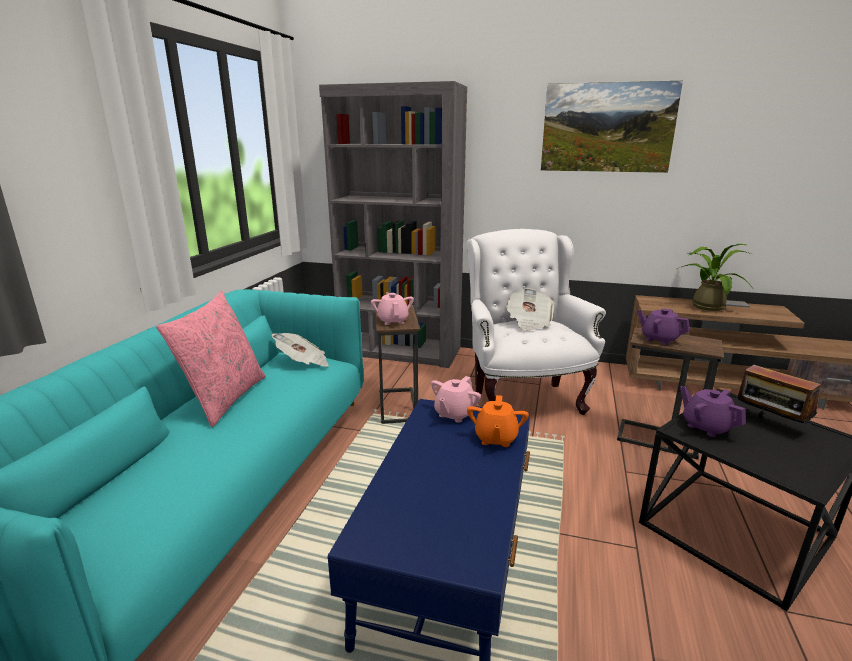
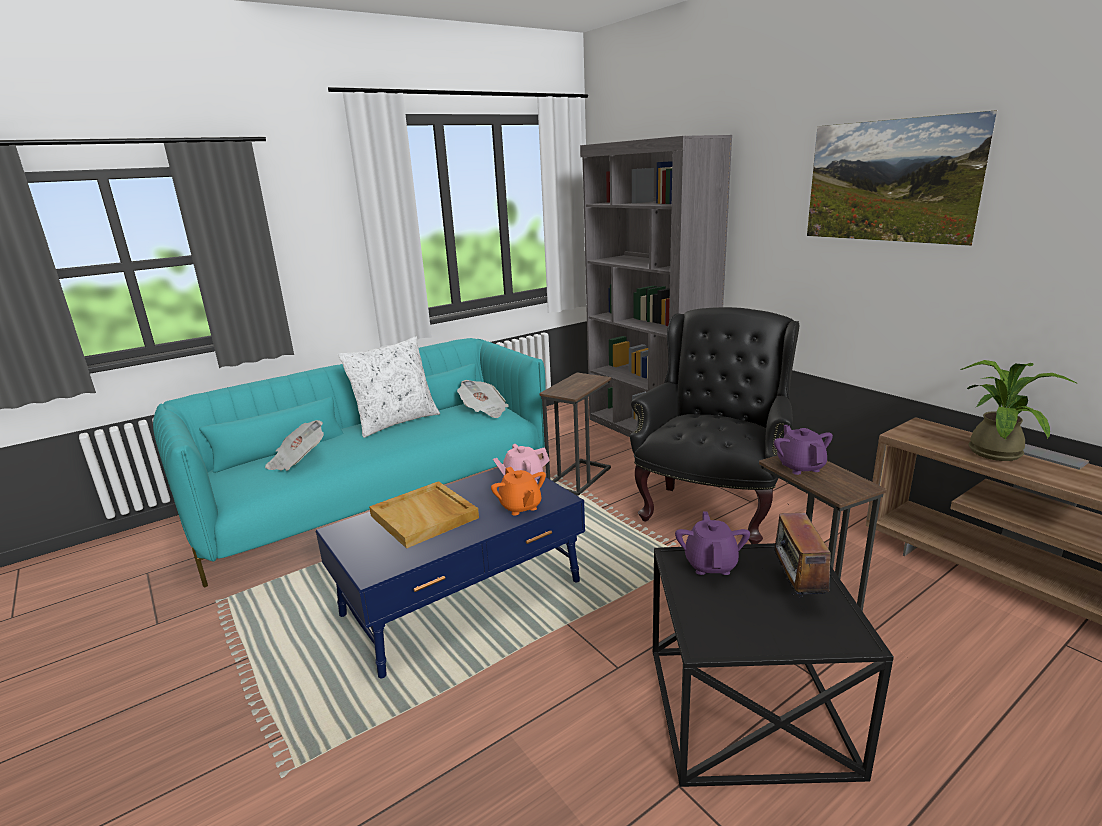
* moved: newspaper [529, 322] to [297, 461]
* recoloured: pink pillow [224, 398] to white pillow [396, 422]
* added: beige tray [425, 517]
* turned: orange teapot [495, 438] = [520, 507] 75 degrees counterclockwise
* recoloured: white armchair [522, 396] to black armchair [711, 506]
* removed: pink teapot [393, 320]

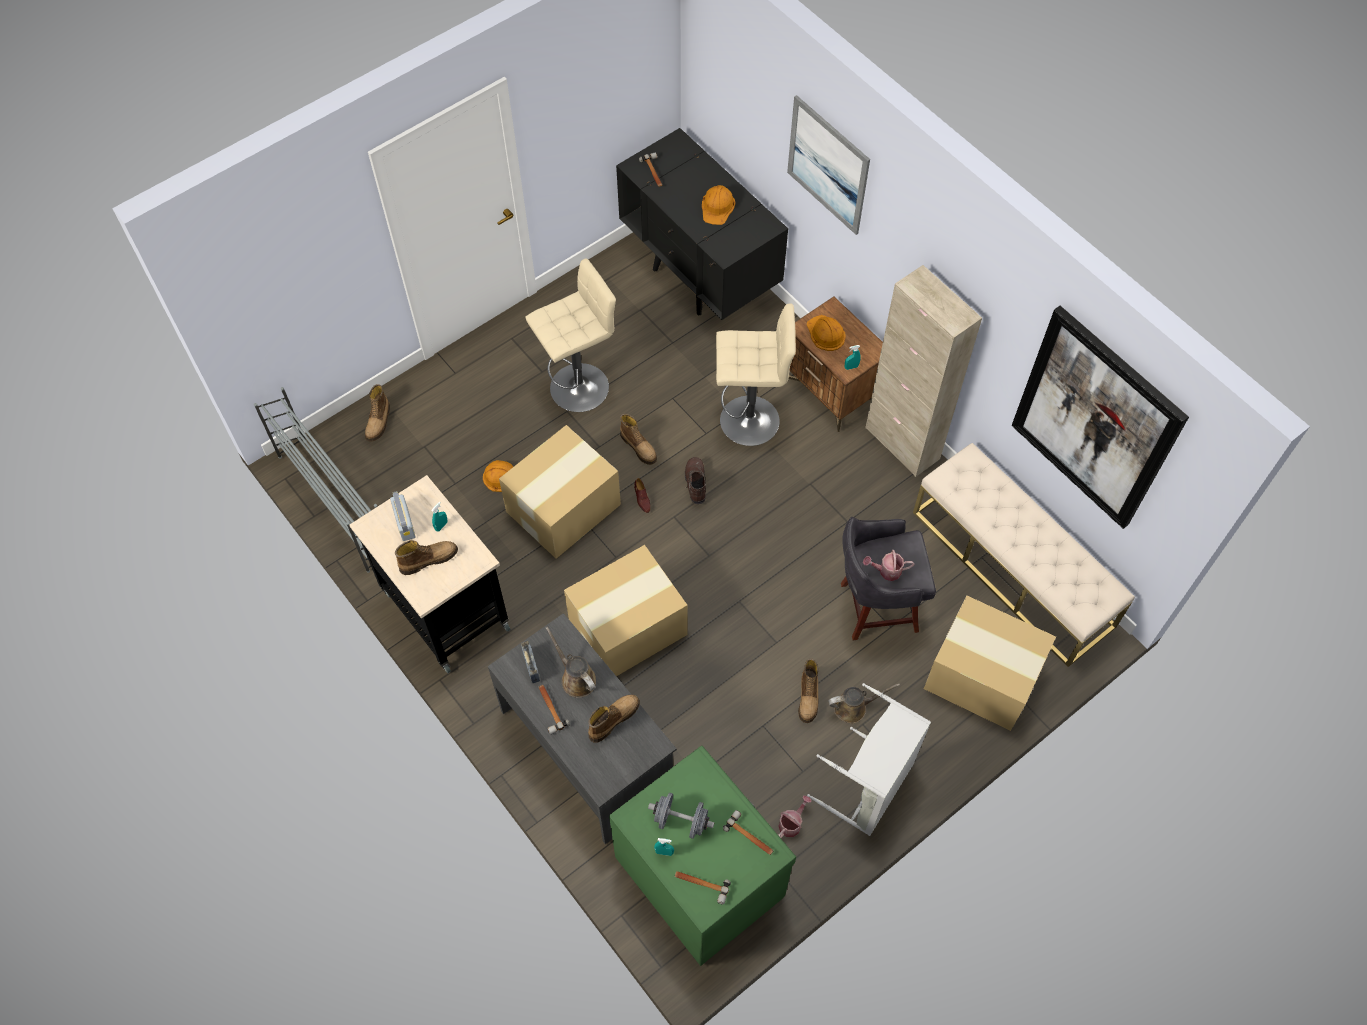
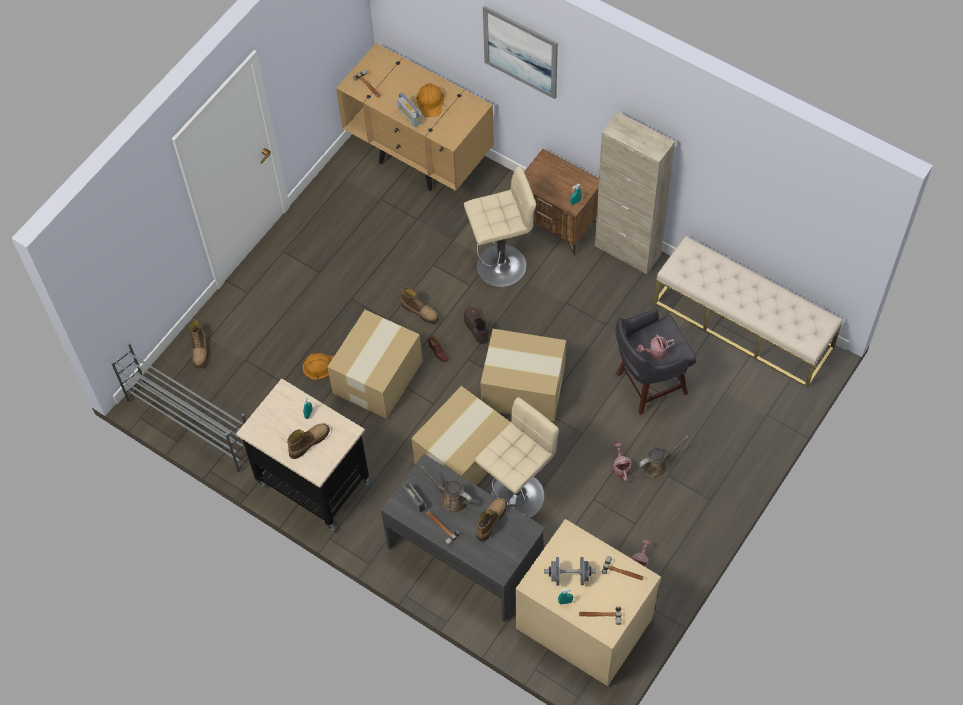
* recoloured: black dresser [700, 277] to beige dresser [420, 159]
* moved: radio [404, 523] to [410, 116]
* moved: beige stool [580, 388] to [518, 496]
* moved: cardboard box [983, 678] to [524, 389]
* recoloured: green washing machine [700, 875] to beige washing machine [584, 622]
* replaced: boot [808, 697] to watering can [621, 467]
* removed: orange hard hat [825, 333]
* removed: grey laundry basket [870, 787]
* removed: picture [1095, 419]

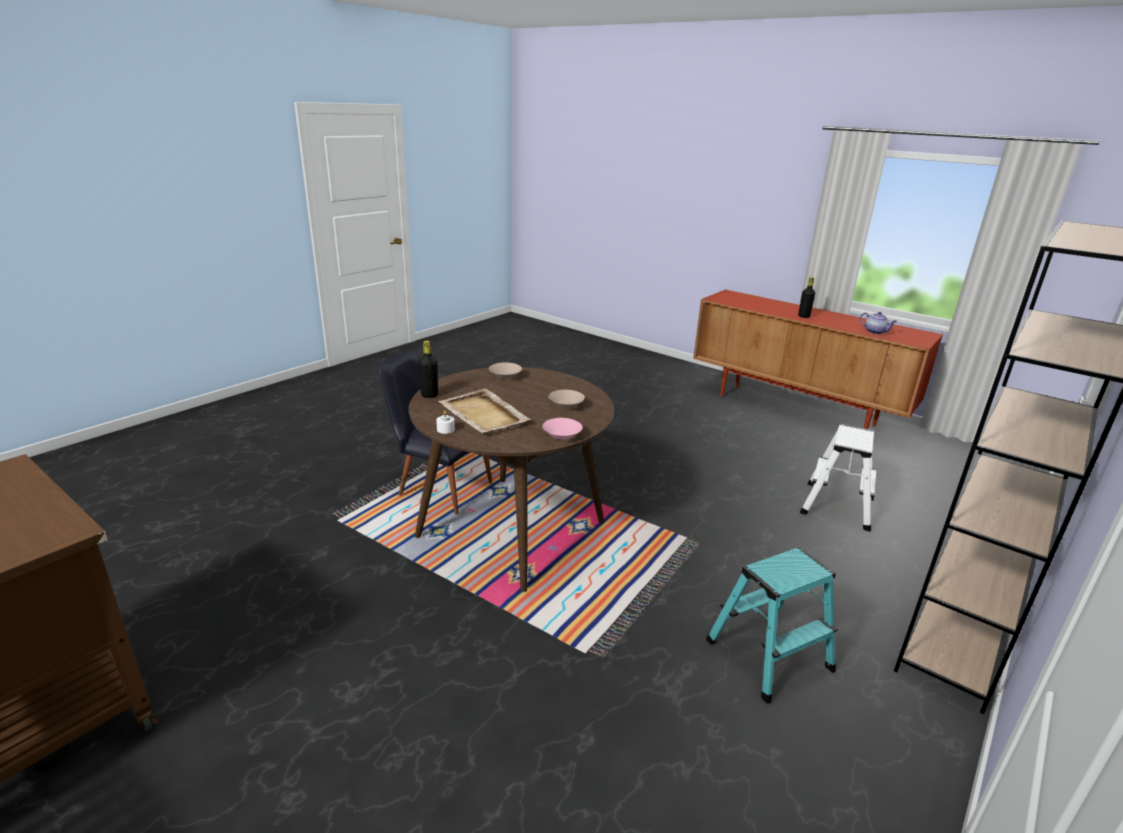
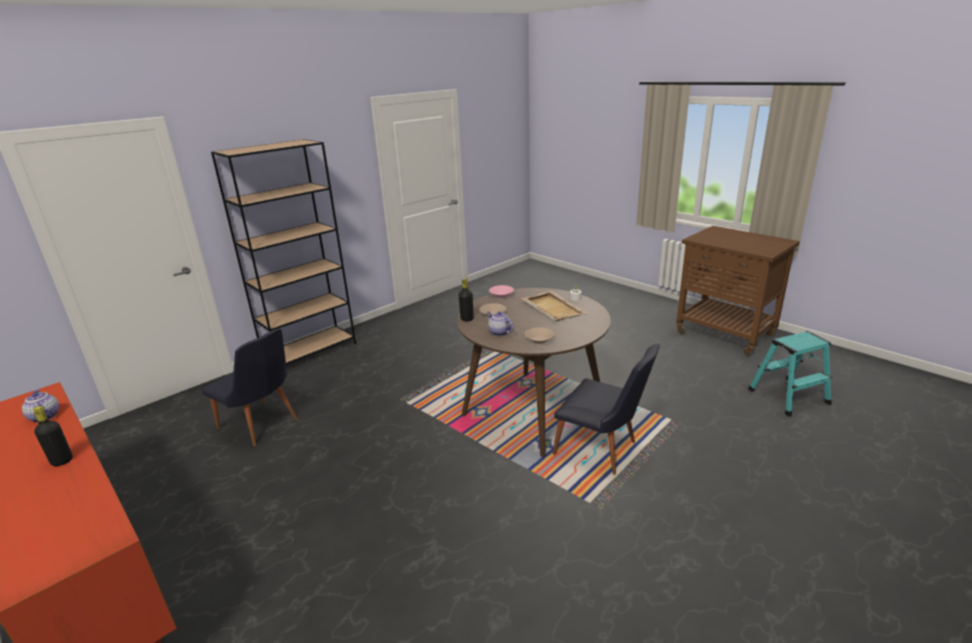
* replaced: white step ladder [837, 505] to black chair [262, 426]
* moved: black bottle [429, 395] to [467, 319]
* added: teapot [499, 332]
* moved: turquoise step ladder [768, 655] to [788, 396]

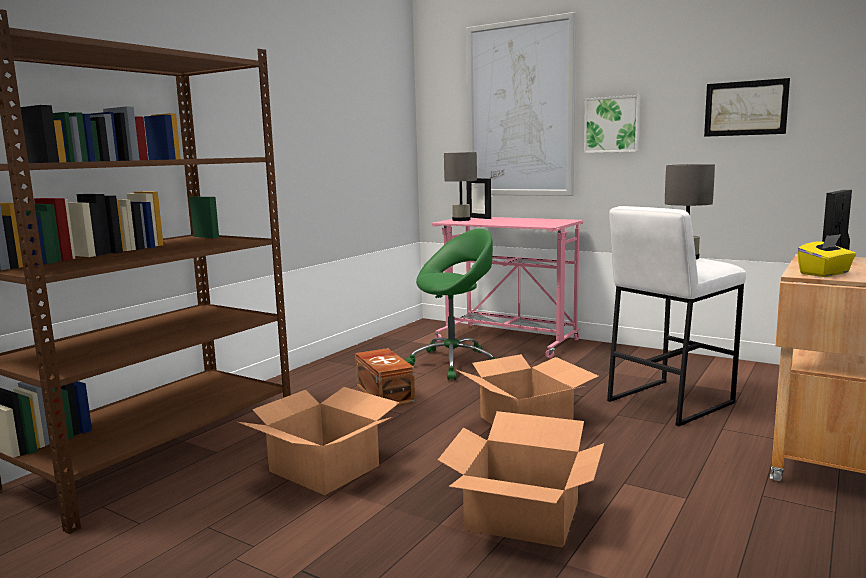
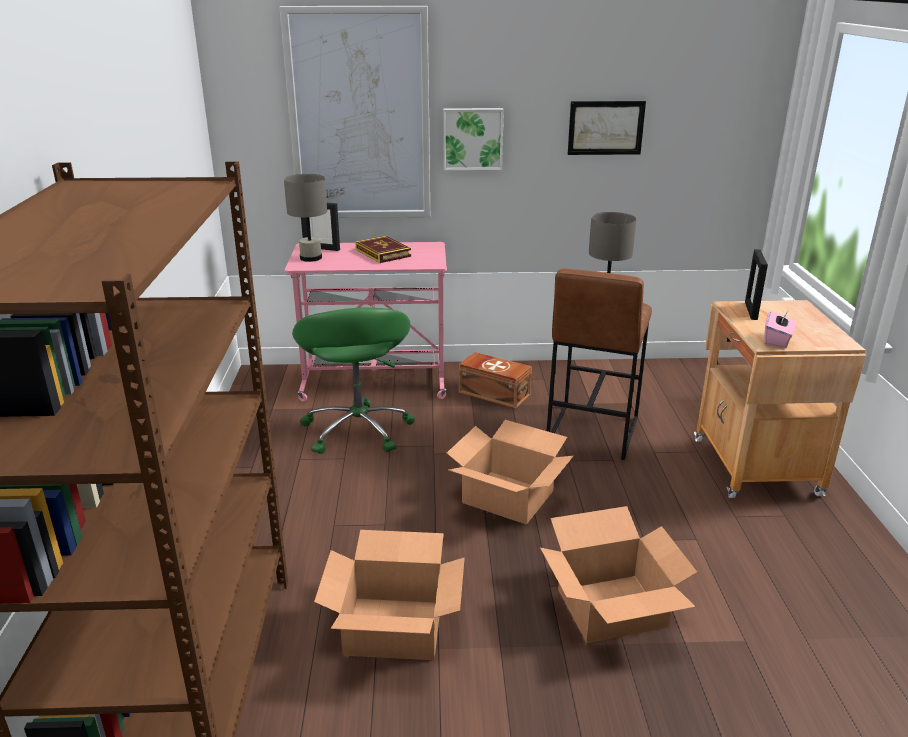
* turned: green office chair [455, 363] = [358, 432] 135 degrees clockwise
* added: book [383, 253]
* moved: brown storage box [385, 393] to [494, 393]
* recoloured: white stool [669, 402] to brown stool [592, 432]
* recoloured: yellow tissue box [825, 274] to pink tissue box [777, 340]

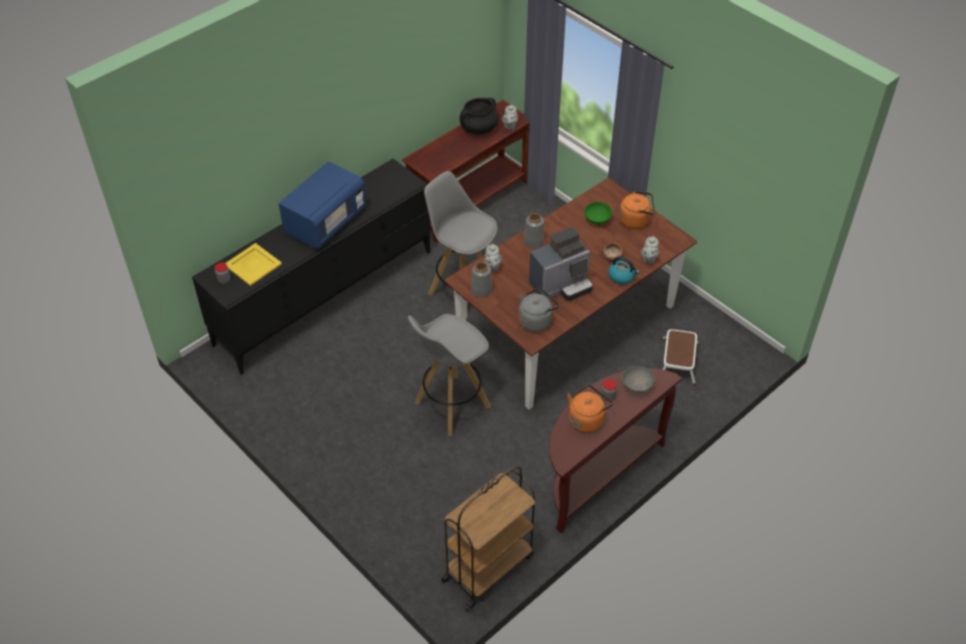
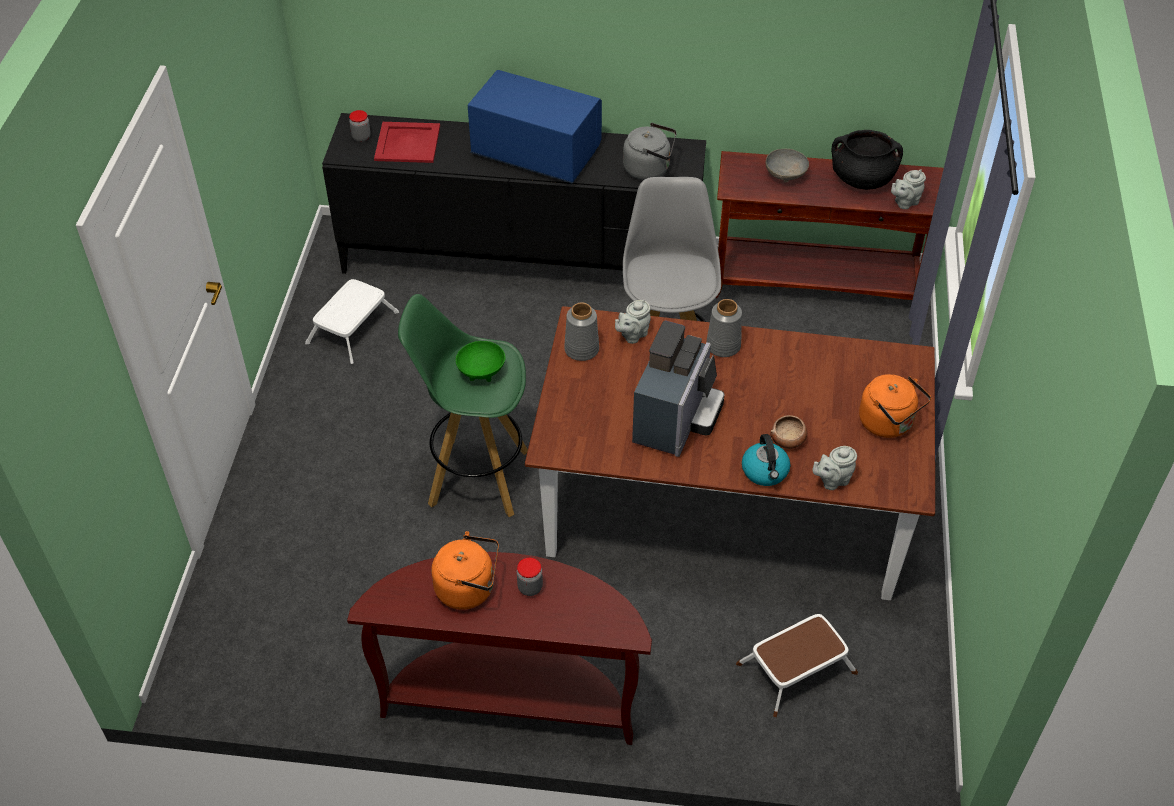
* added: white step ladder [352, 327]
* recoloured: yellow tray [253, 264] to red tray [408, 142]
* recoloured: grey stool [451, 405] to green stool [476, 476]
* moved: green bowl [597, 220] to [482, 371]
* turned: blue microwave [325, 222] = [535, 153] 150 degrees counterclockwise
* moved: grey kettle [536, 320] to [649, 169]
* turned: coffee machine [561, 286] = [676, 420] 90 degrees counterclockwise
* moved: grey bowl [636, 387] to [784, 176]
* removed: brown cart [489, 568]

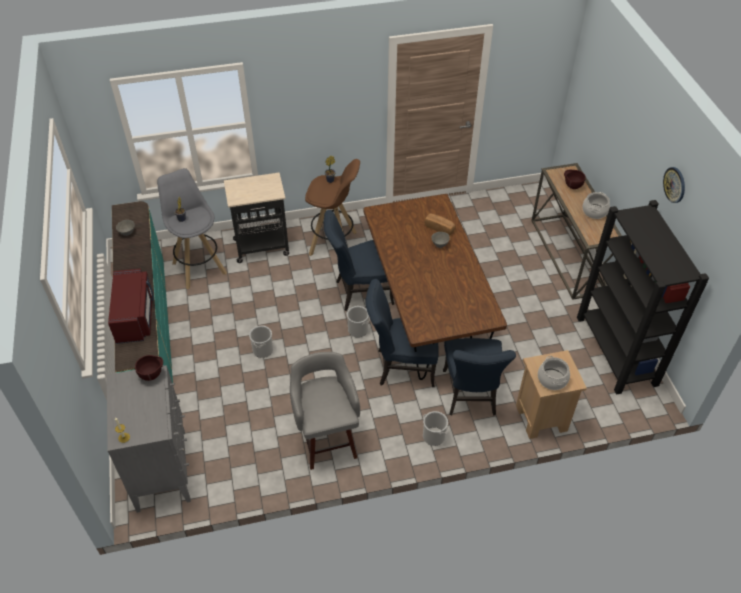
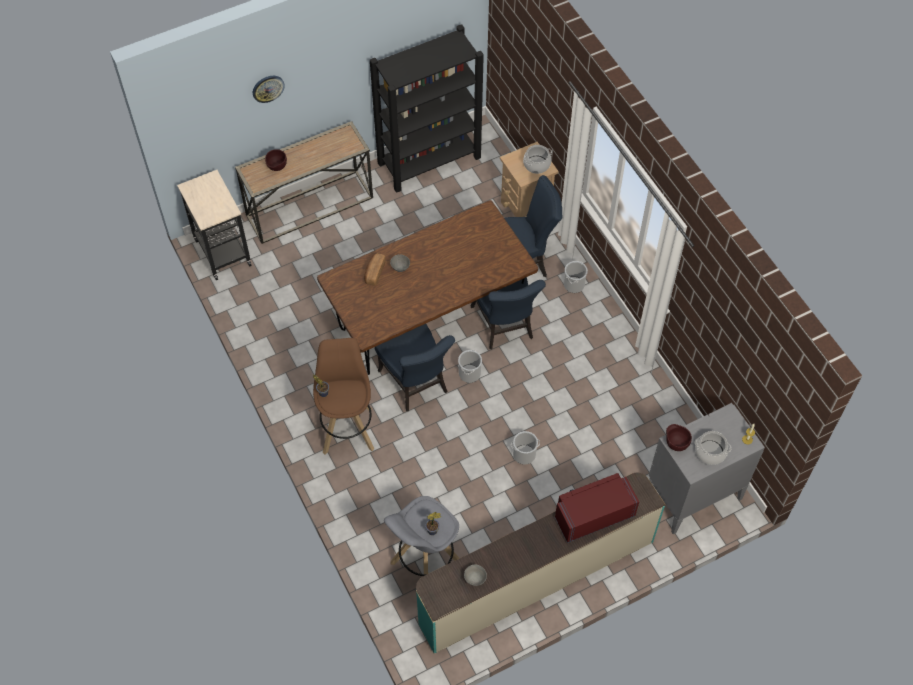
* moved: cart [262, 247] to [221, 251]
* moved: wall clock [675, 184] to [268, 88]
* moved: cooking pot [594, 211] to [710, 452]
* removed: grey stool [327, 440]

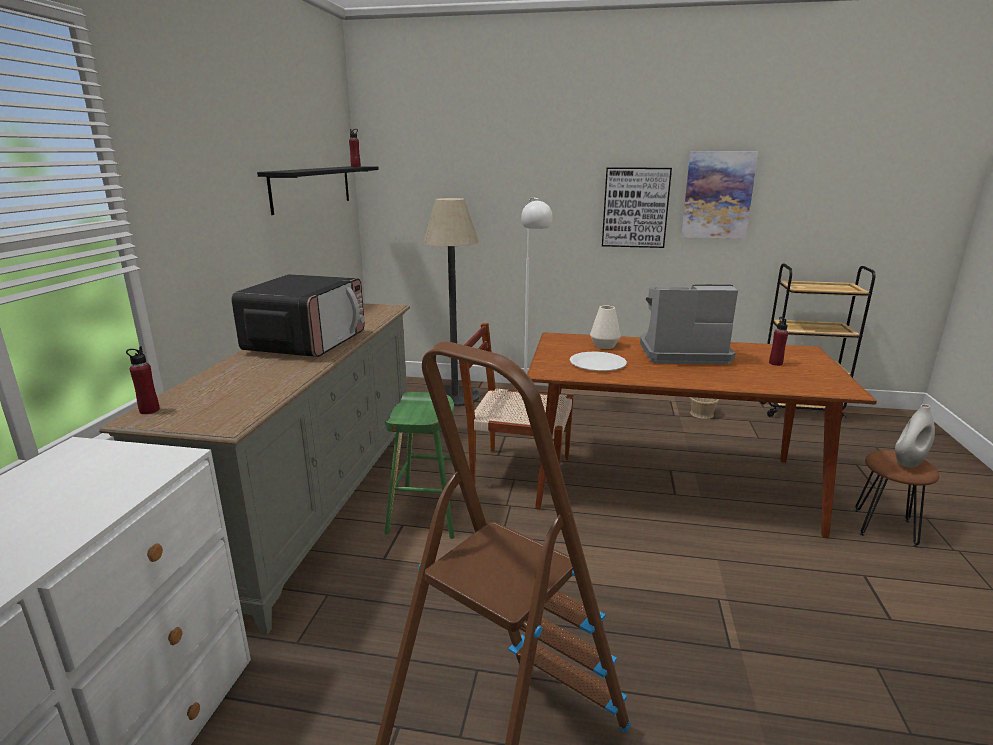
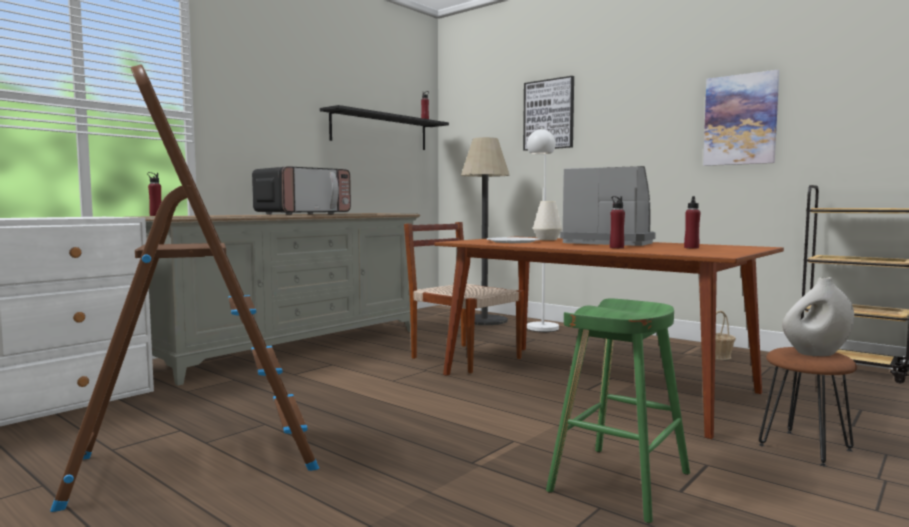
* moved: picture [635, 207] to [549, 114]
* moved: green stool [428, 512] to [620, 482]
* added: red bottle [616, 247]

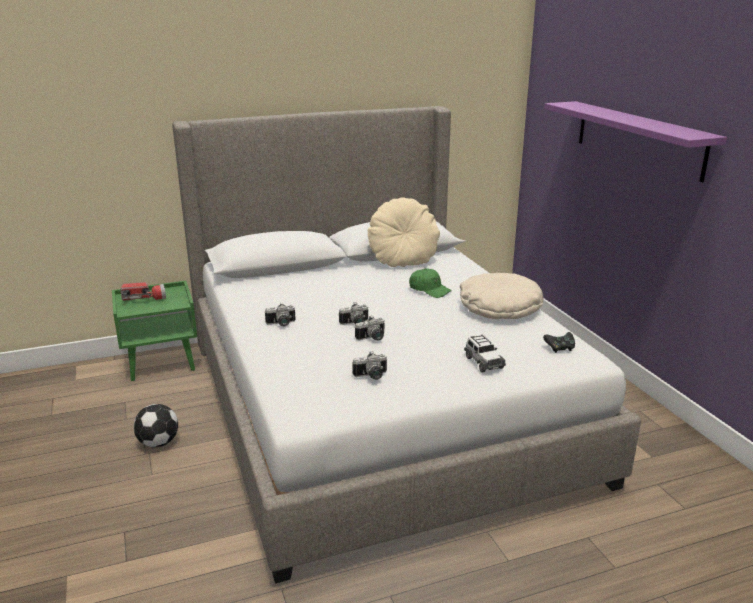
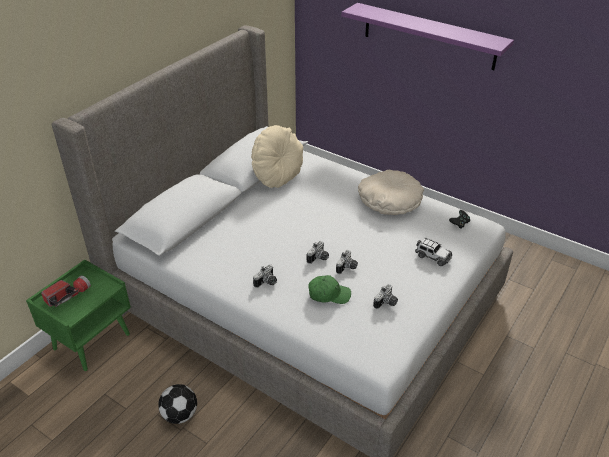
* moved: green cap [429, 290] to [328, 294]

